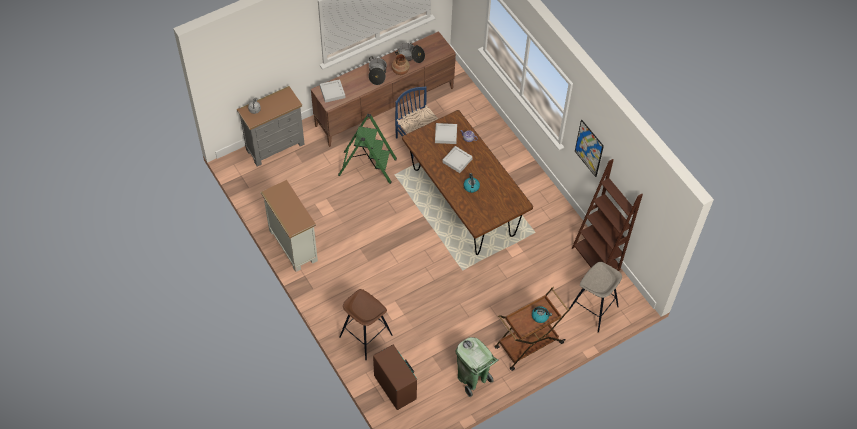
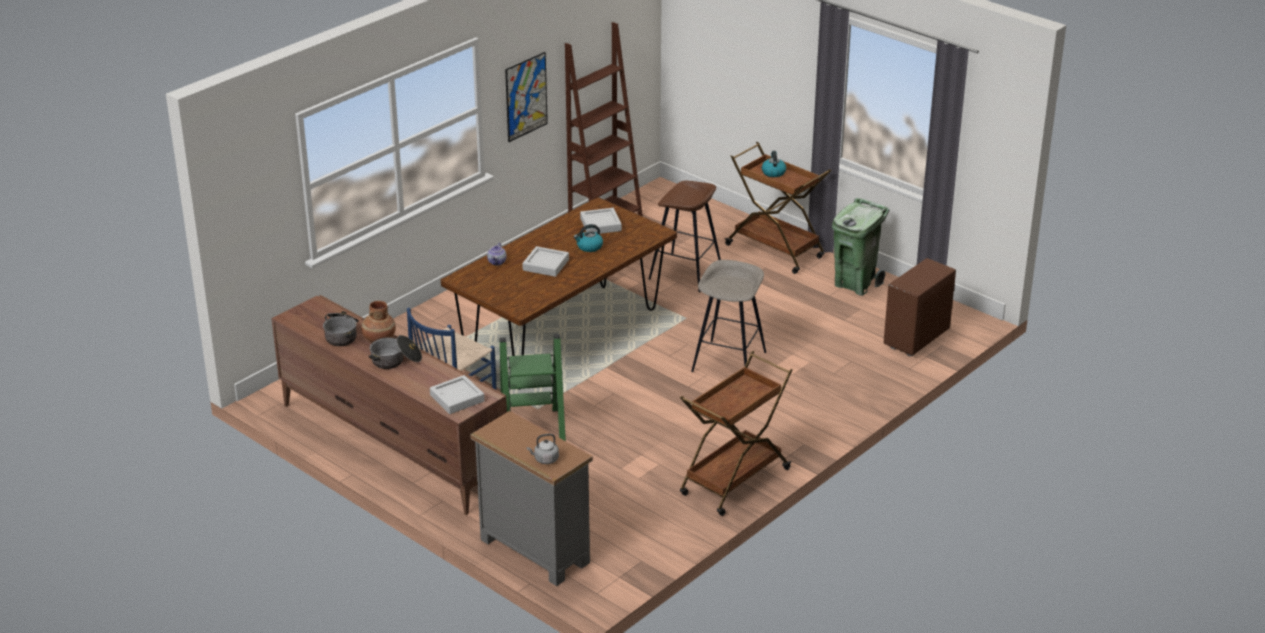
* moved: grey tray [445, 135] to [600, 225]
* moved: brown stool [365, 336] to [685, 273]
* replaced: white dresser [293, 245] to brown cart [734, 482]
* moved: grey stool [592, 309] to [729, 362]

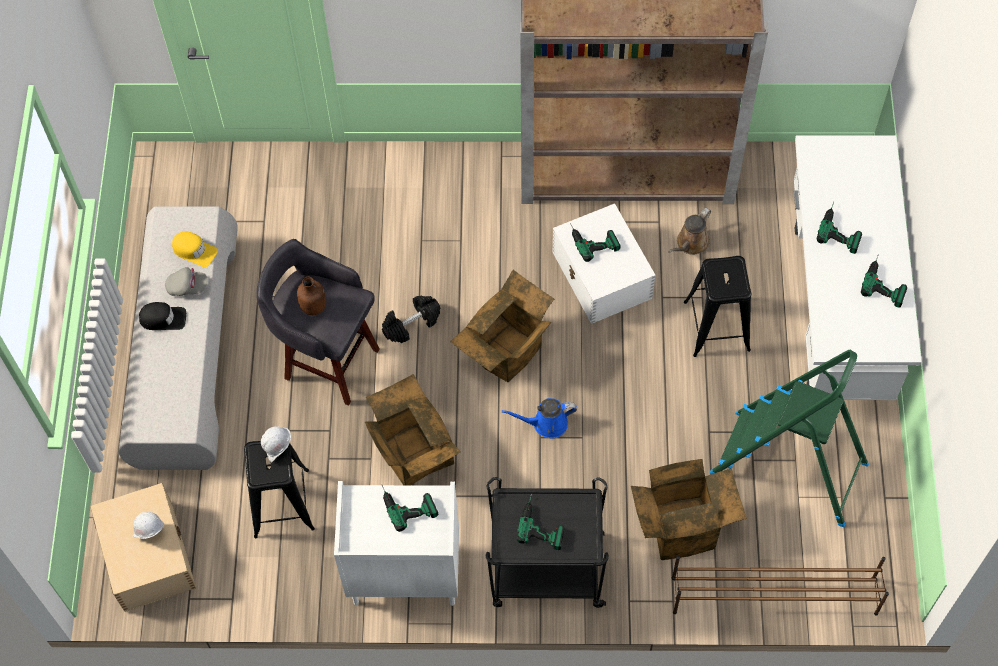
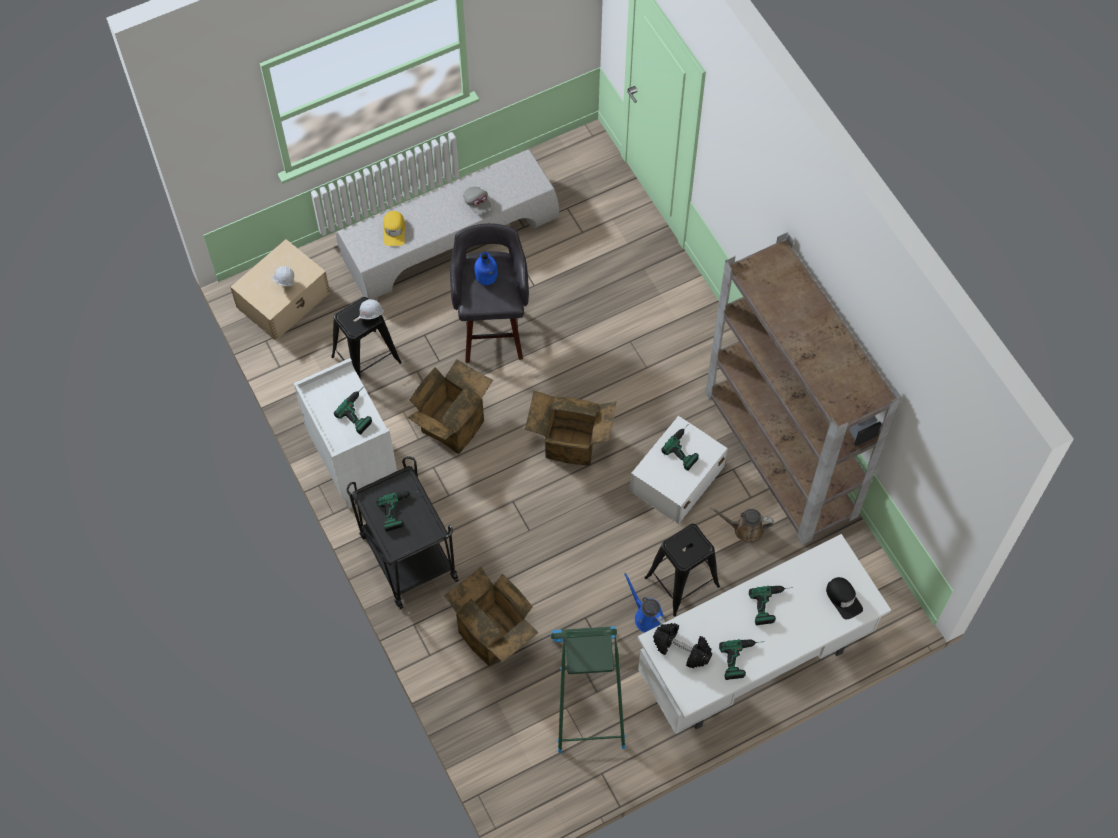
* moved: yellow cap [194, 250] to [394, 230]
* recoloured: brown bottle [314, 307] to blue bottle [486, 279]
* moved: blue watering can [546, 423] to [647, 616]
* moved: black dumbbell [411, 324] to [682, 649]
* moved: black cap [163, 318] to [843, 598]
* removed: brown shoe rack [773, 595]

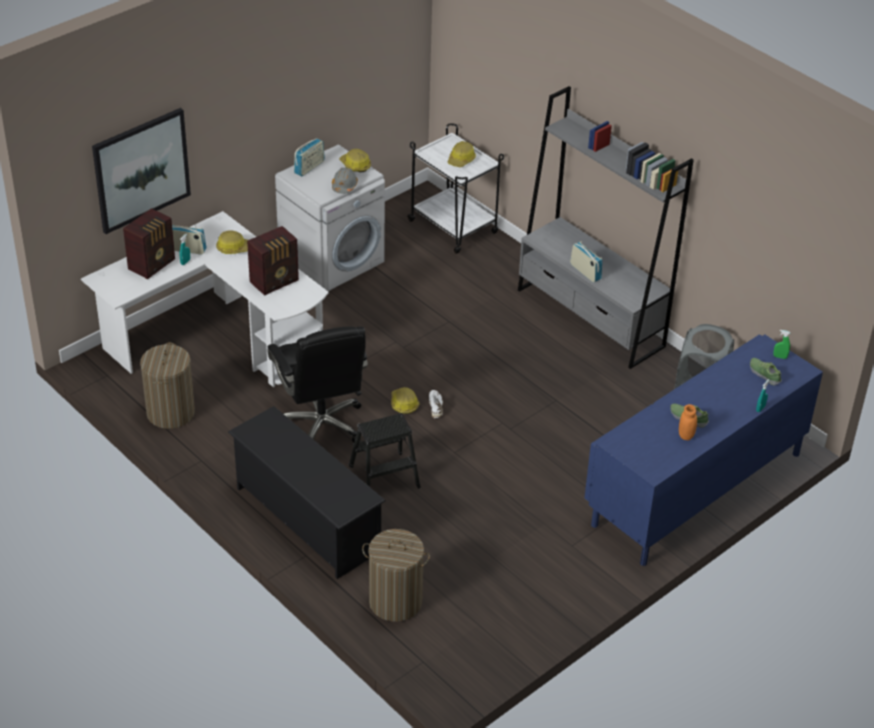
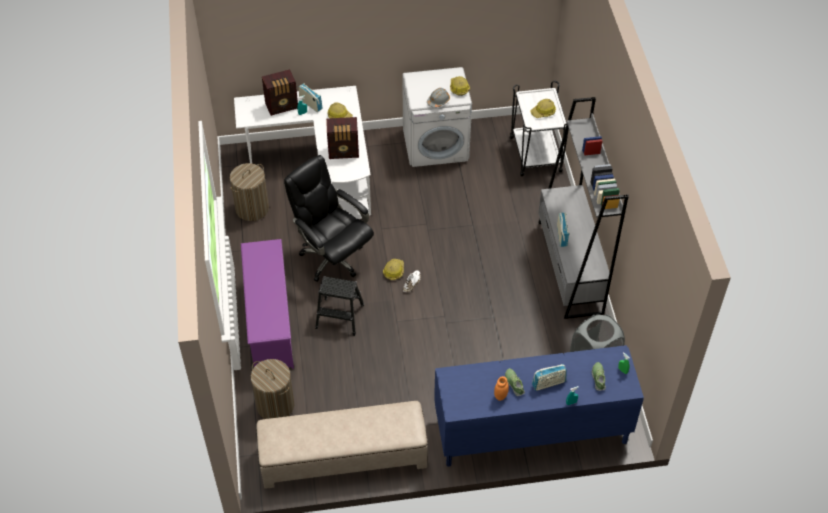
* recoloured: black shoe rack [306, 520] to purple shoe rack [270, 322]
* added: beige bench [342, 456]
* turned: black office chair [321, 422] = [333, 259] 120 degrees clockwise
* moved: radio [309, 167] to [548, 383]
* removed: picture [141, 170]

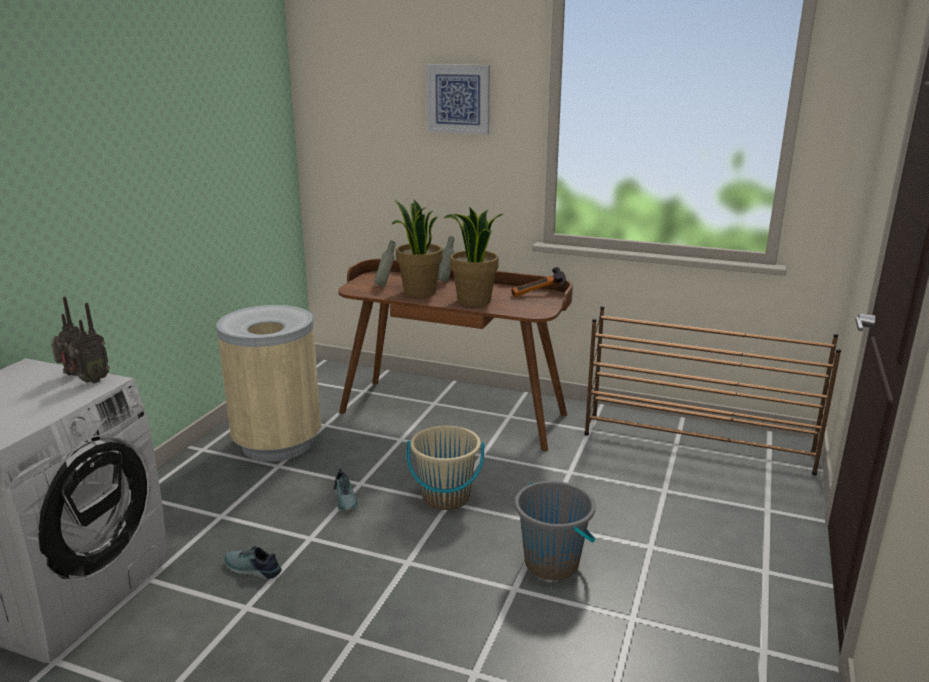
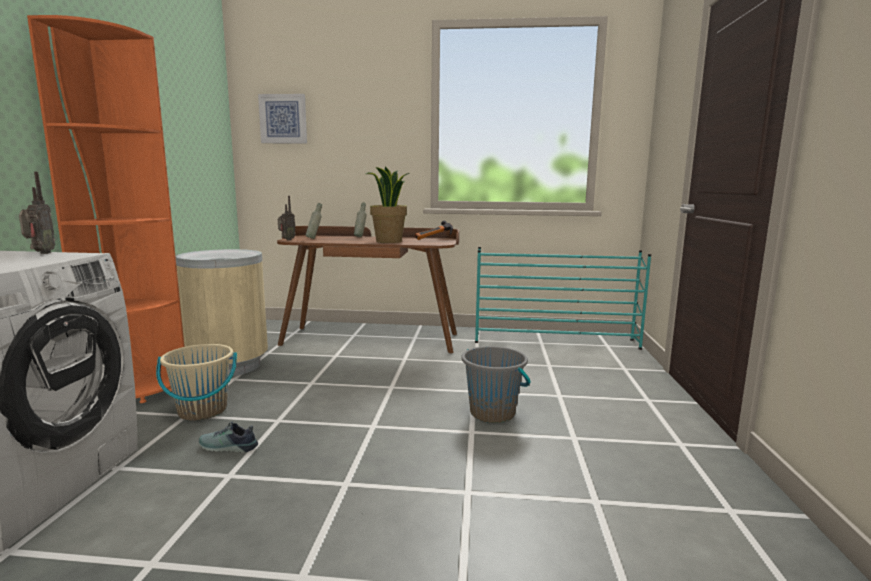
* added: orange bookcase [139, 396]
* moved: beige bucket [446, 497] to [202, 411]
* moved: picture [458, 99] to [283, 119]
* moved: radio [91, 381] to [286, 240]
* recoloured: brown shoe rack [698, 444] to turquoise shoe rack [556, 341]
* removed: shoe [346, 499]
* removed: potted plant [419, 292]

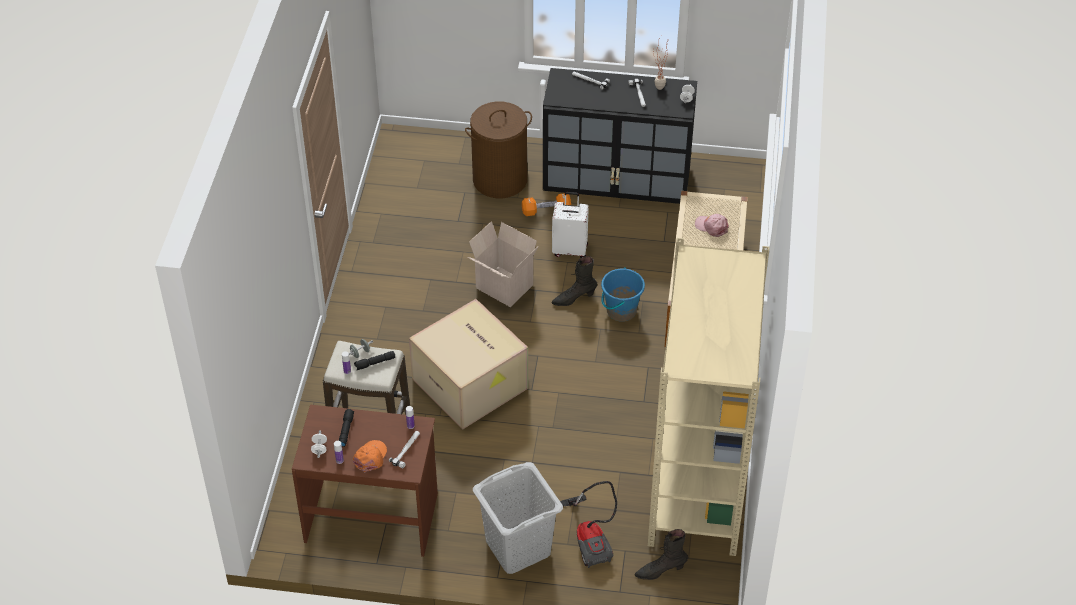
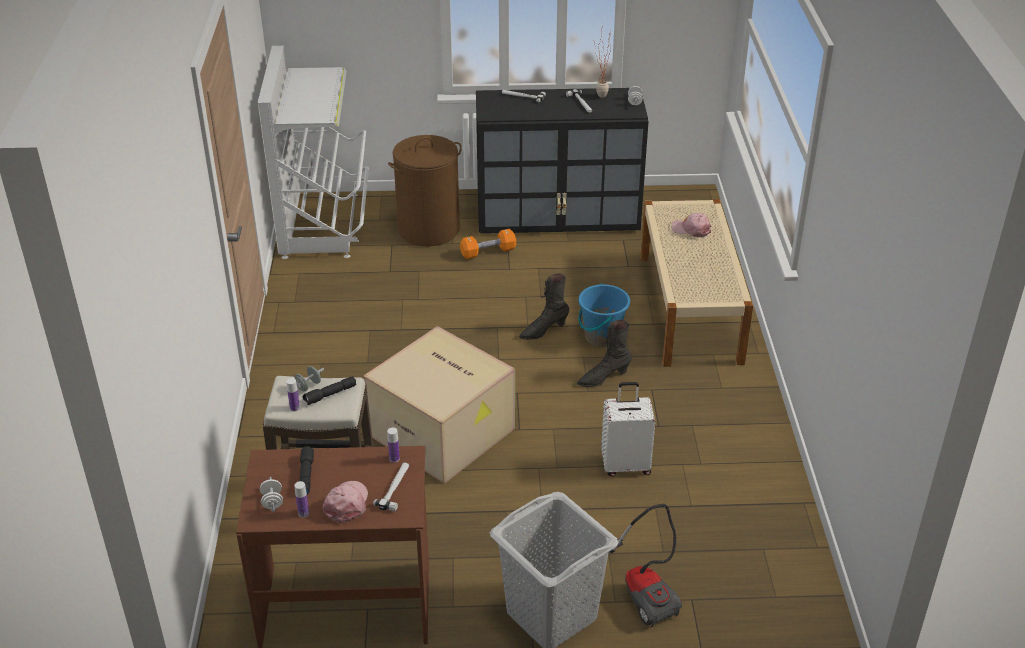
* added: white shoe rack [325, 225]
* recoloured: orange cap [370, 457] to pink cap [347, 504]
* moved: black boot [660, 571] to [603, 378]
* moved: white suitcase [570, 249] to [625, 465]
* removed: cardboard box [502, 287]
* removed: beige bookcase [698, 483]

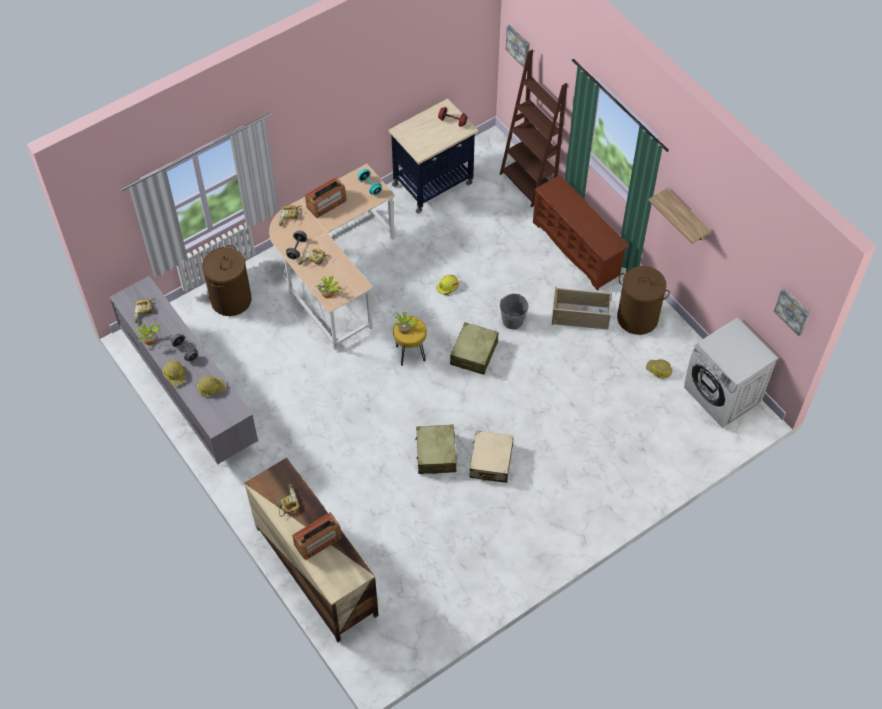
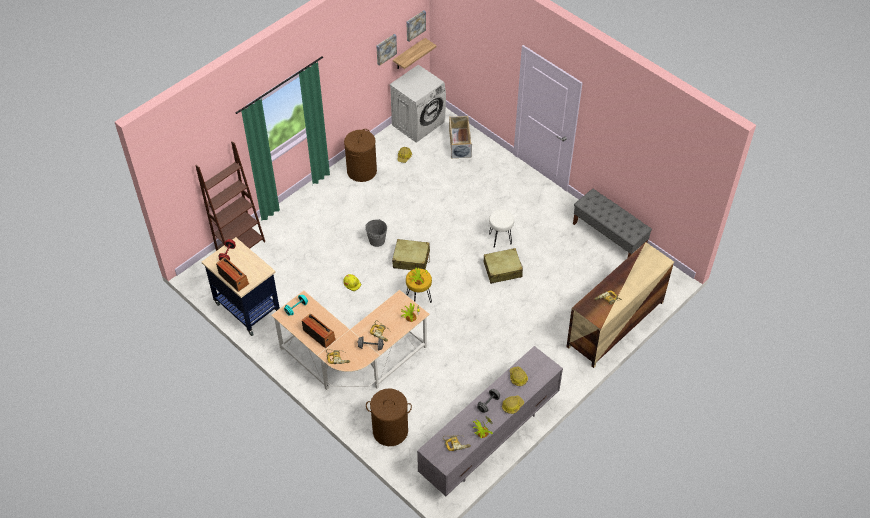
* moved: radio [318, 541] to [233, 279]
* moved: picture [519, 46] to [385, 49]
* moved: shelf [687, 216] to [409, 54]
* moved: beige storage box [581, 316] to [459, 143]
* replaced: beige suitcase [491, 461] to white stool [500, 238]
* added: grey bench [609, 236]
* removed: brown shoe rack [577, 248]

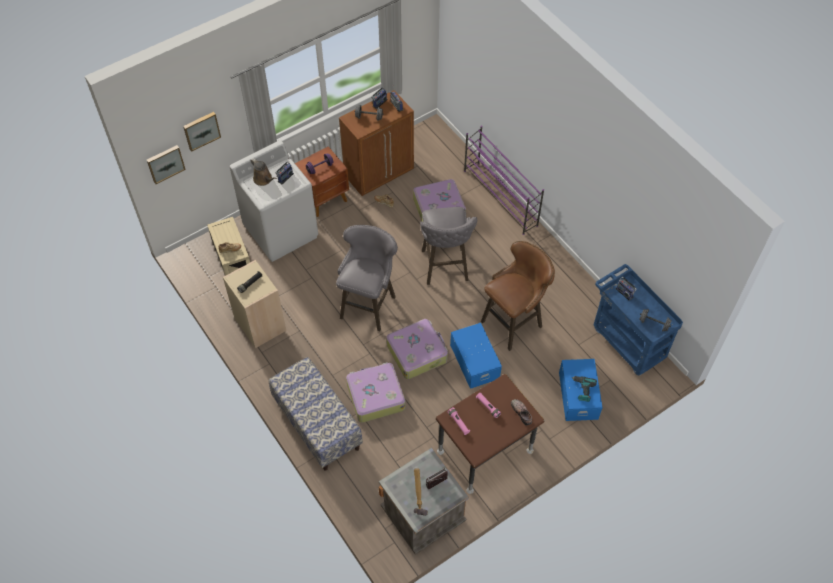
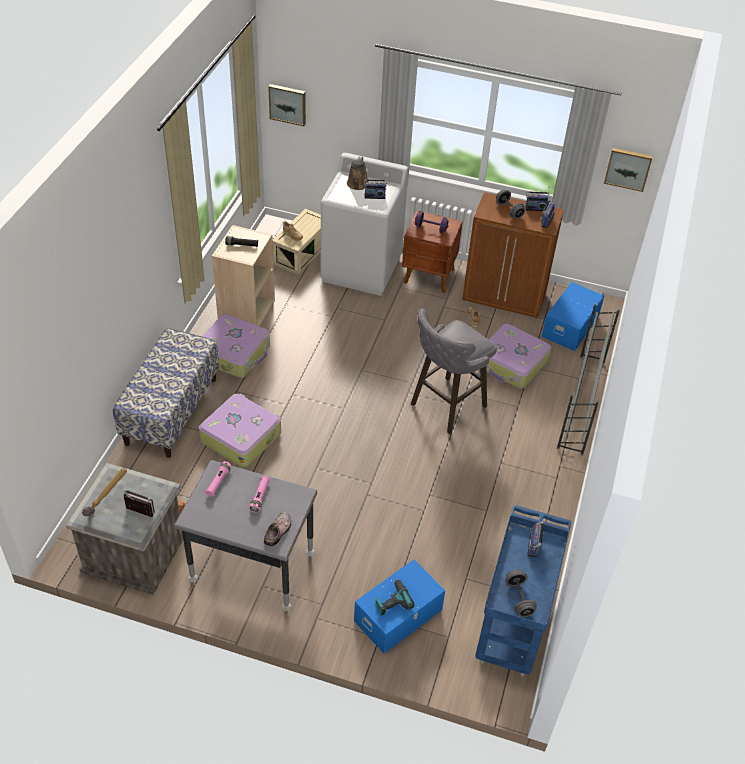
* recoloured: brown desk [485, 451] to grey desk [251, 565]
* moved: suitcase [417, 352] to [234, 353]
* moved: blue storage box [475, 361] to [571, 326]
* recoloured: purple shoe rack [500, 198] to grey shoe rack [581, 404]
* moved: picture [201, 130] to [628, 168]
* removed: grey stool [369, 305]
* removed: brown stool [513, 322]

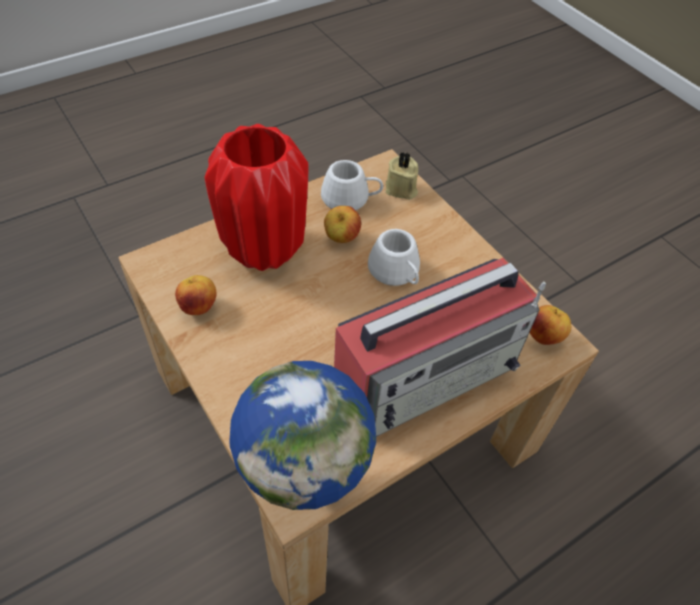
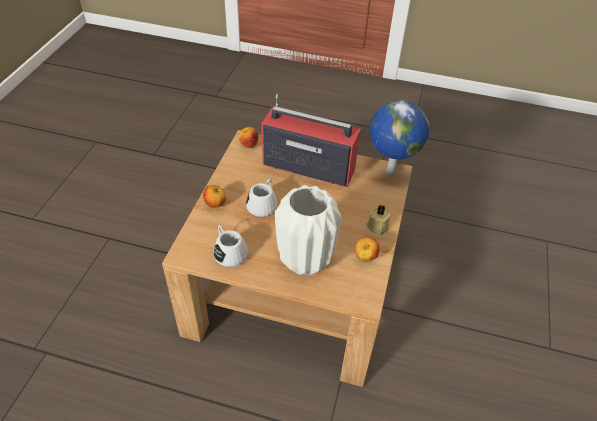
* moved: apple [341, 238] to [215, 204]
* recoloured: red vase [265, 249] to white vase [304, 261]
* moved: beige candle [401, 189] to [378, 226]

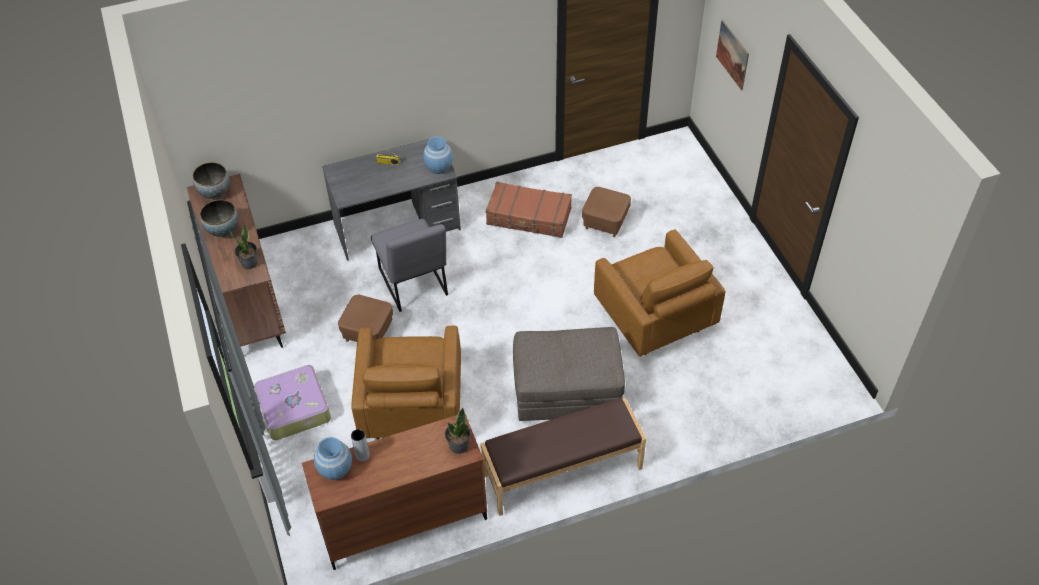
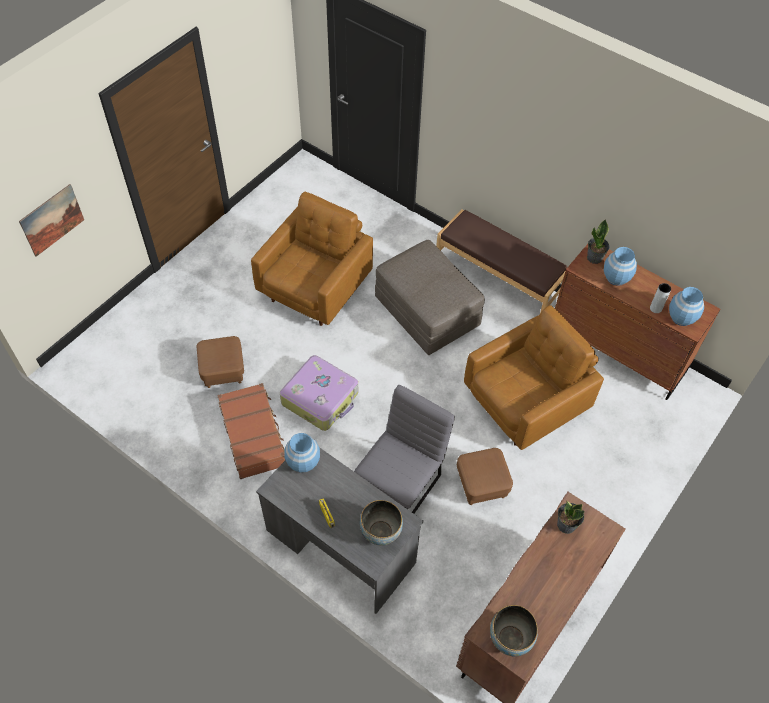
* moved: suitcase [293, 409] to [321, 398]
* moved: bowl [223, 230] to [380, 532]
* added: blue vase [616, 278]

